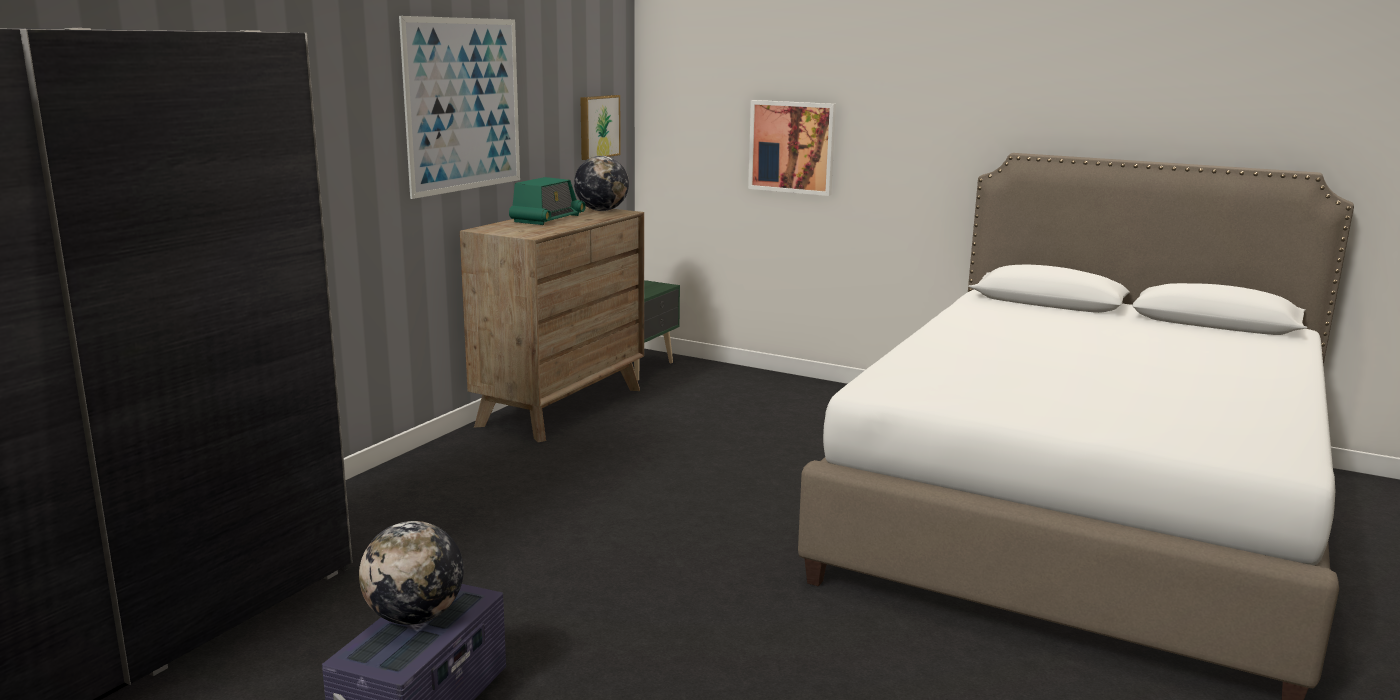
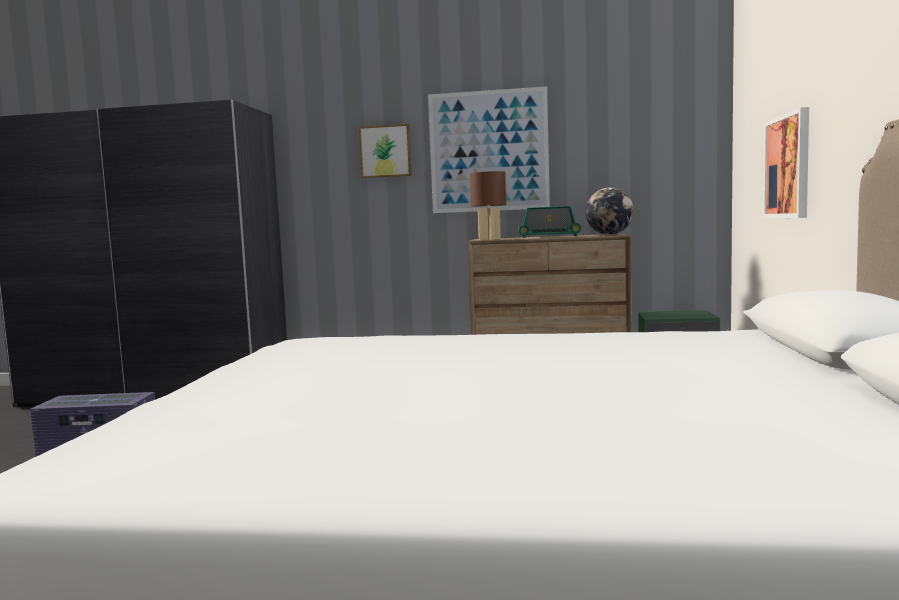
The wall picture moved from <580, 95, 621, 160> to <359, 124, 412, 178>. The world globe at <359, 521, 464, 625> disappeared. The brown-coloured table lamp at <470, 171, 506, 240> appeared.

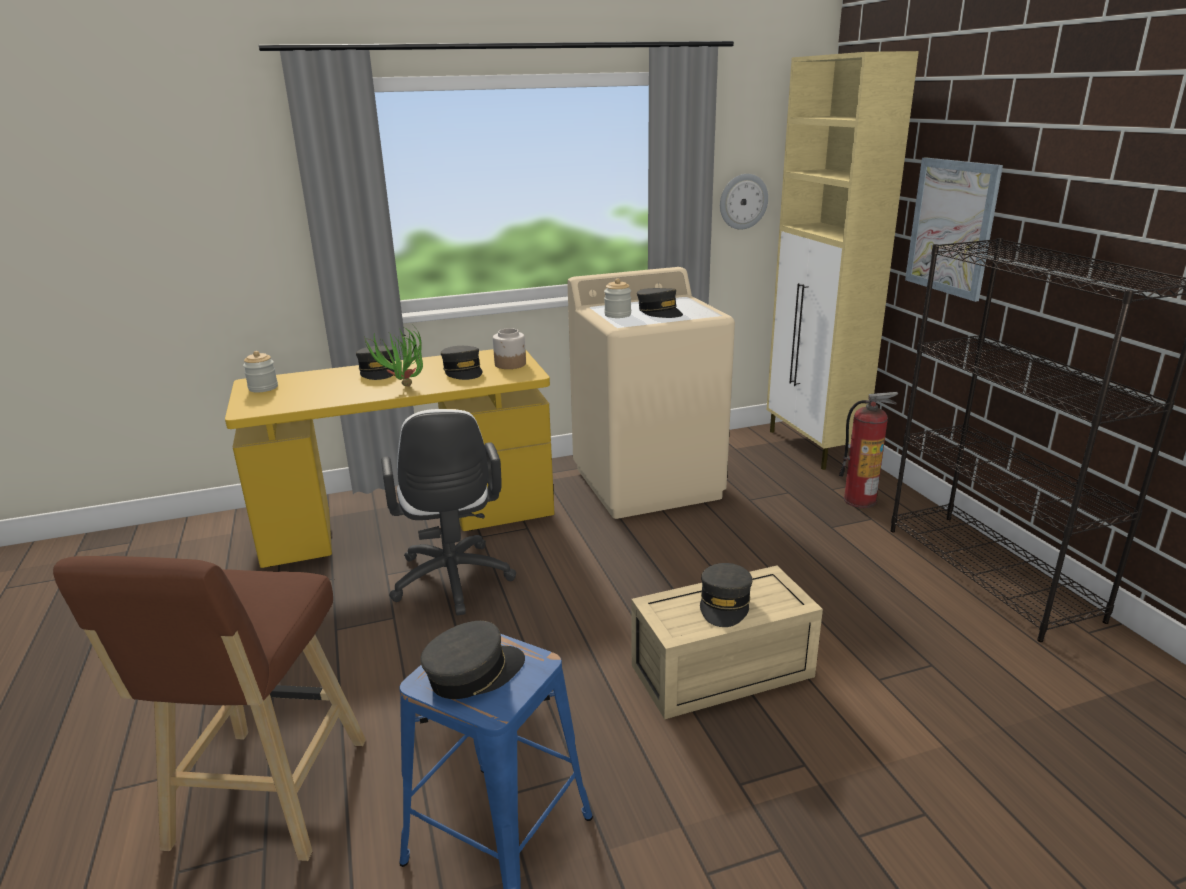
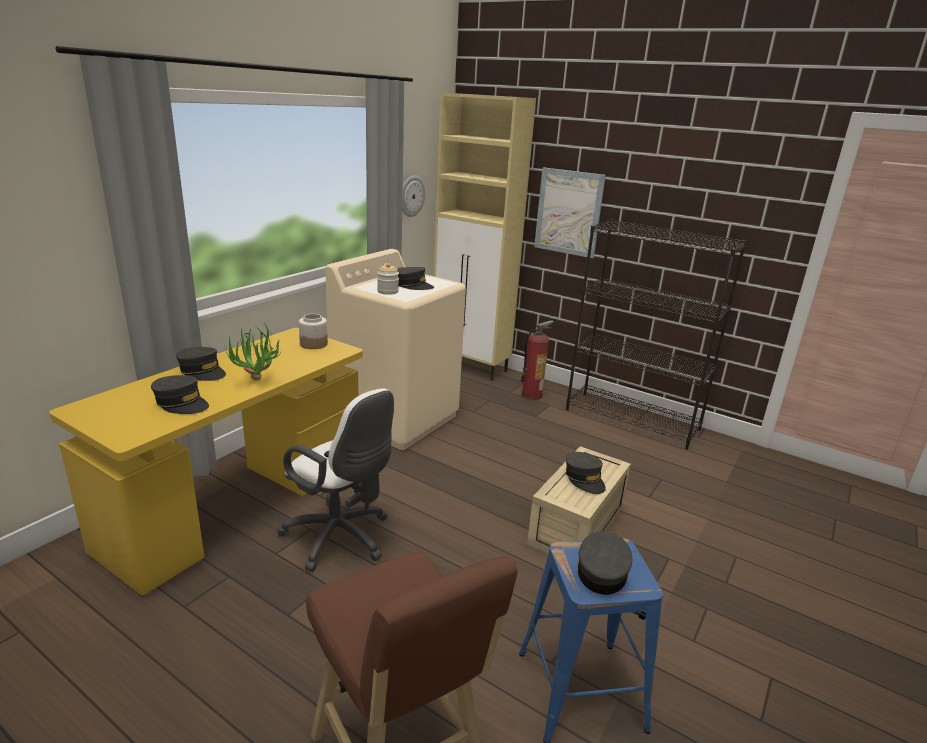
The greyish cap moved from <441, 346, 482, 380> to <151, 375, 209, 414>. The preserve jar at <243, 351, 278, 392> disappeared.

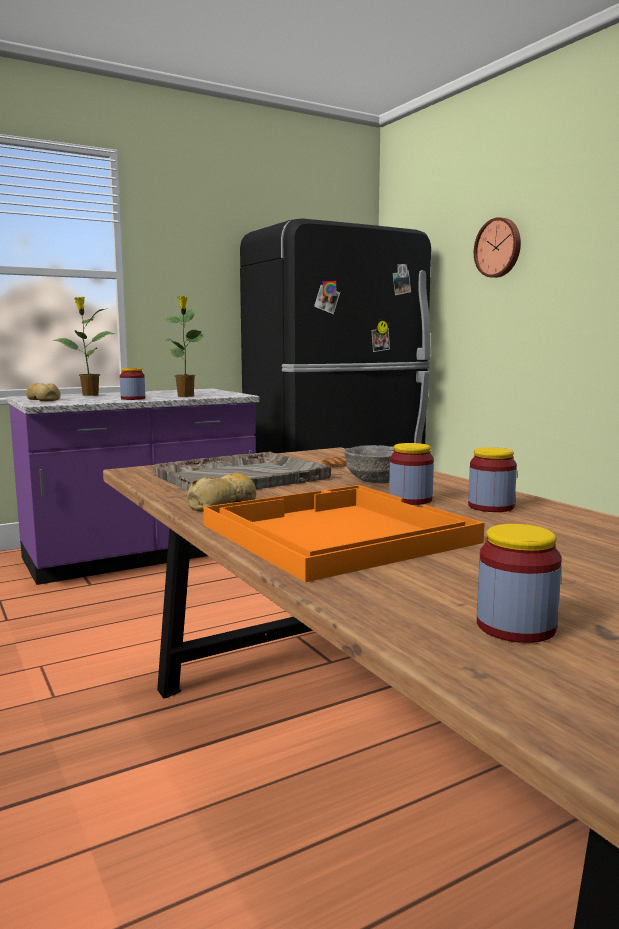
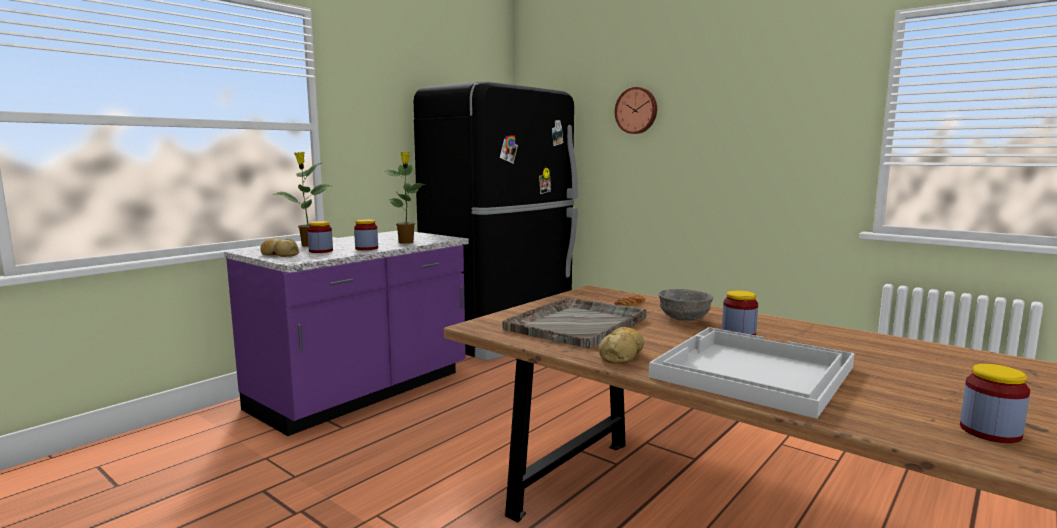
The preserve jar moved from <468, 447, 517, 512> to <308, 221, 333, 253>. The orange serving tray at <203, 485, 485, 582> became the white serving tray at <649, 327, 854, 419>.

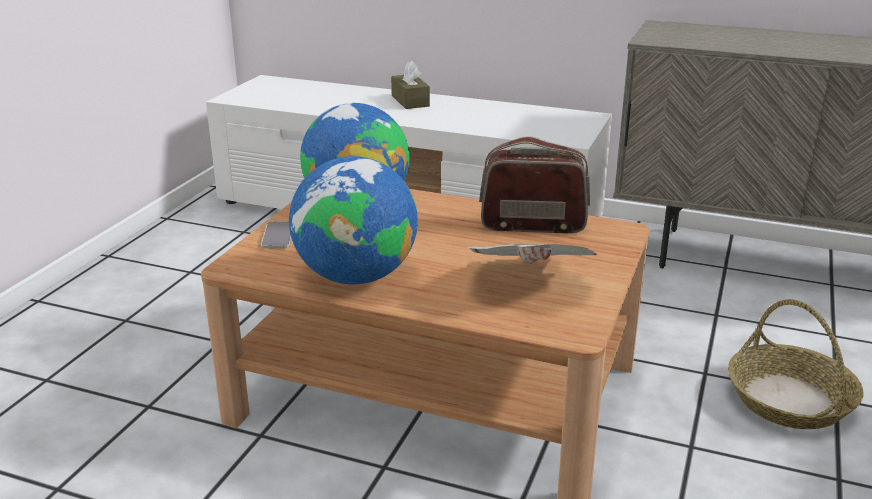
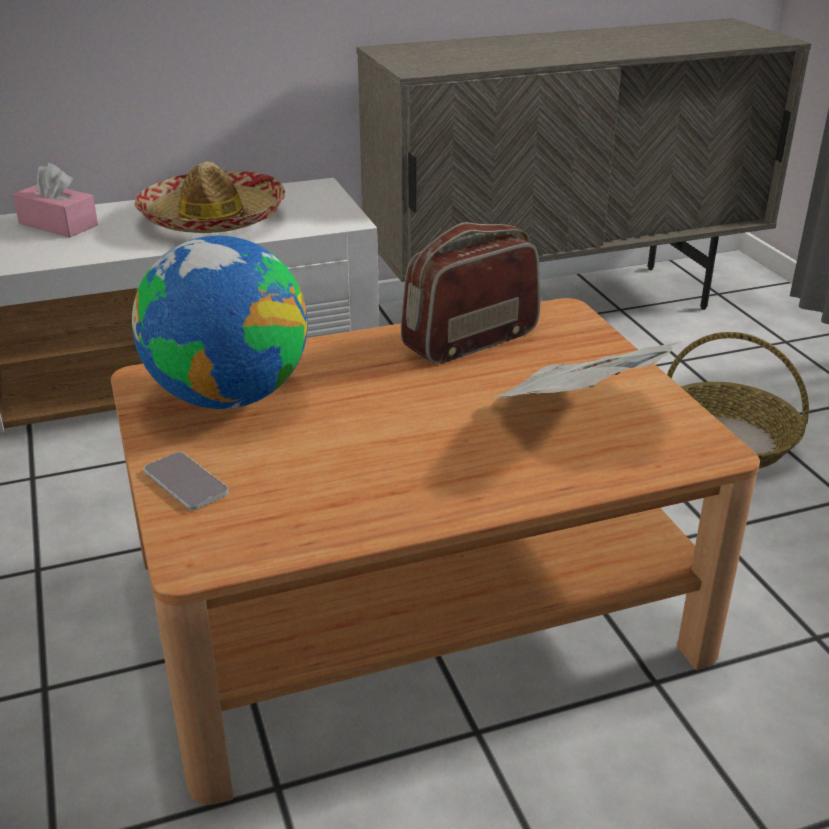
The brown-coloured box of tissues at <391, 61, 430, 109> became the pink box of tissues at <13, 163, 98, 237>. The world globe at <289, 156, 418, 284> disappeared. The wearable hat at <135, 162, 285, 233> appeared.

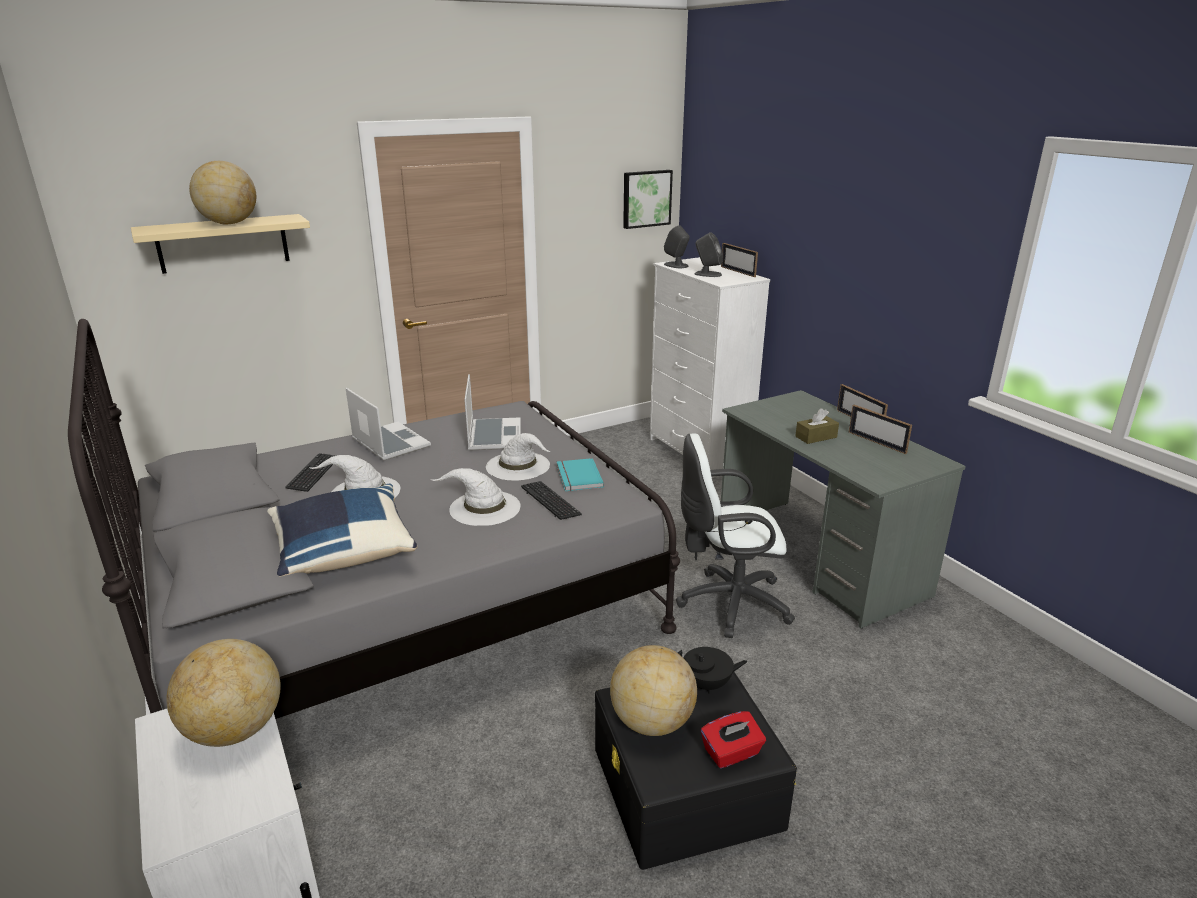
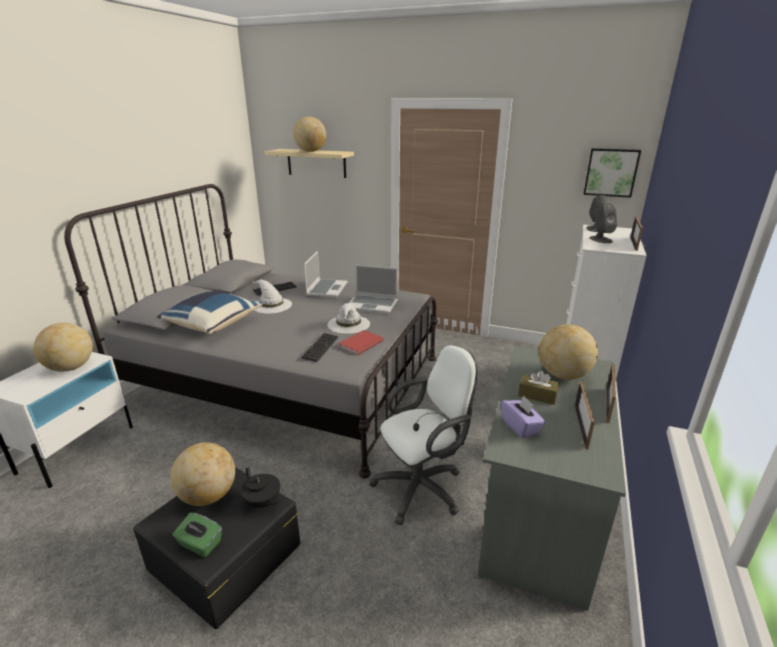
The notebook computer at <464, 374, 521, 450> turned 60 degrees clockwise. The white computer chair at <676, 433, 795, 638> turned 105 degrees clockwise. The turquoise-coloured bound book at <557, 458, 604, 491> became the reddish bound book at <338, 330, 384, 355>. The white wearable hat at <430, 468, 520, 526> disappeared. The reddish box of tissues at <701, 711, 766, 768> became the green-coloured box of tissues at <172, 513, 222, 557>. The world globe at <539, 324, 598, 380> appeared. The purplish box of tissues at <501, 395, 546, 438> appeared.

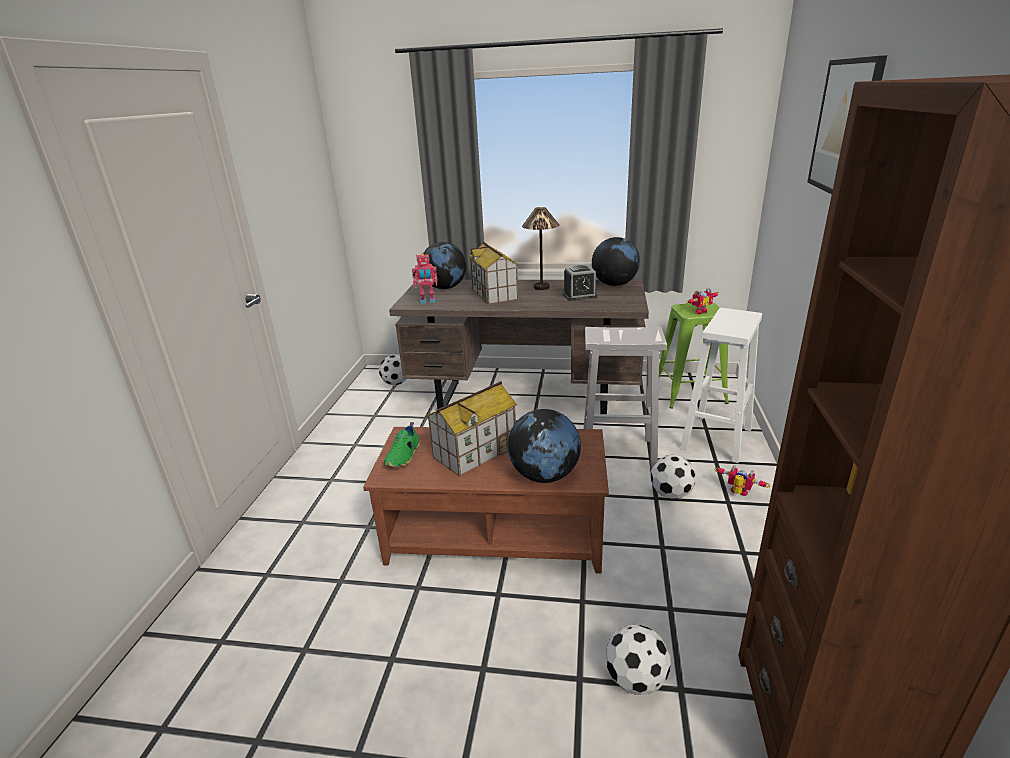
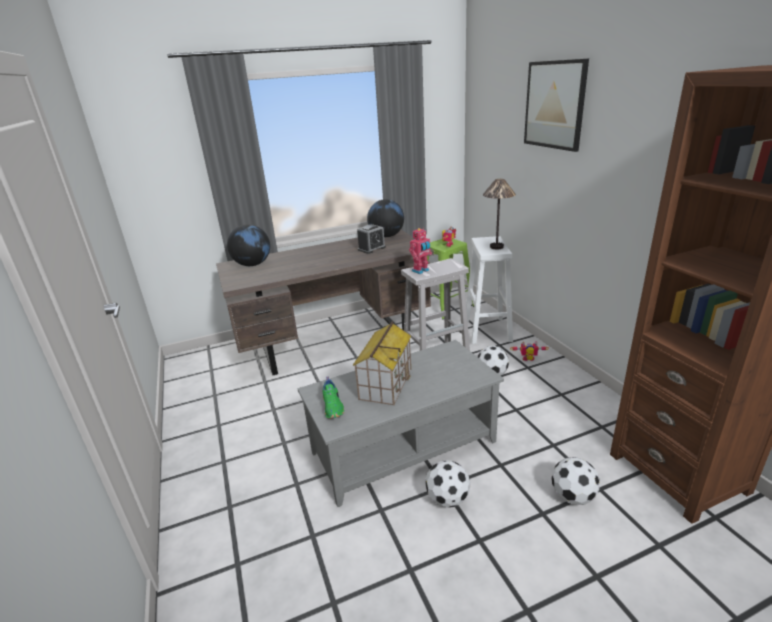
The table lamp moved from <522, 207, 559, 290> to <483, 179, 516, 249>. The toy house at <469, 242, 519, 305> disappeared. The model robot moved from <412, 253, 438, 304> to <409, 228, 432, 274>. The ball for football moved from <379, 355, 407, 385> to <425, 460, 470, 508>. The world globe at <508, 409, 581, 483> disappeared. The brown-coloured lounge table at <363, 427, 609, 574> became the greyish lounge table at <298, 340, 504, 507>.

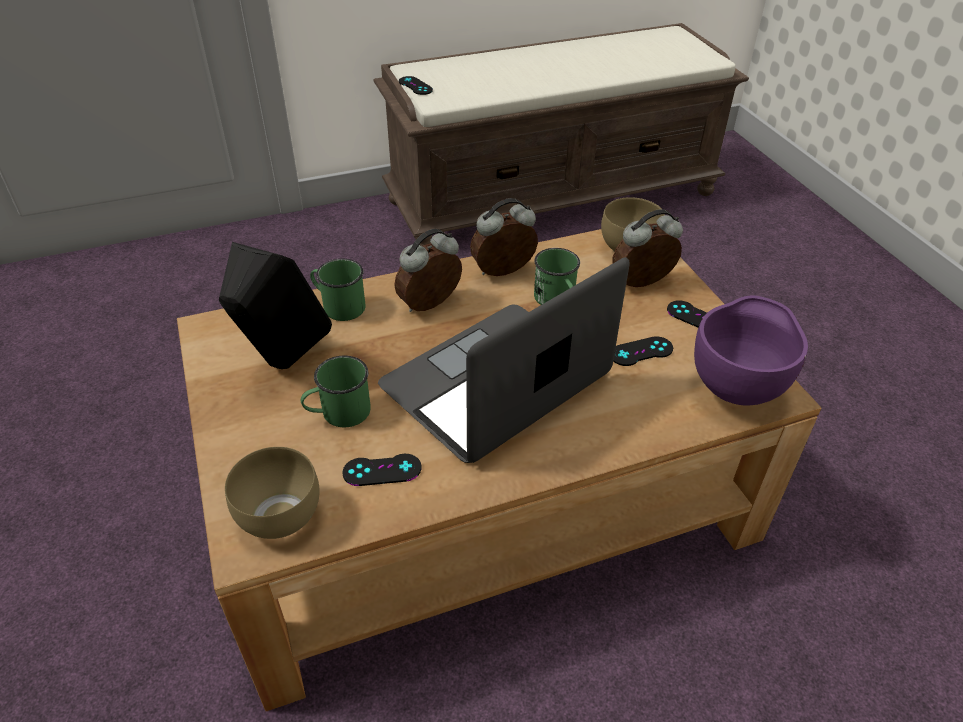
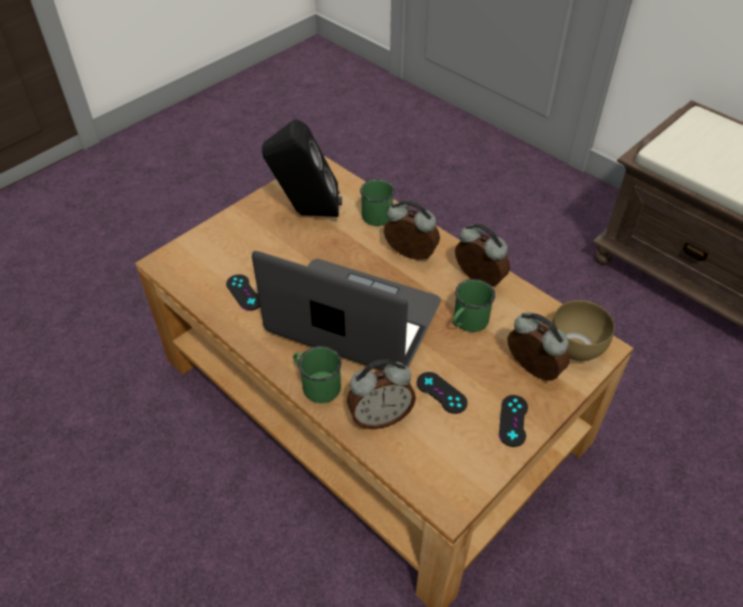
The black-coloured game controller at <399, 76, 433, 95> disappeared. The purplish bowl at <694, 295, 808, 406> disappeared. The green-coloured tea mug moved from <300, 356, 371, 427> to <293, 346, 342, 403>. The brown-coloured bowl at <225, 447, 320, 539> disappeared. The alarm clock at <347, 359, 416, 429> appeared.

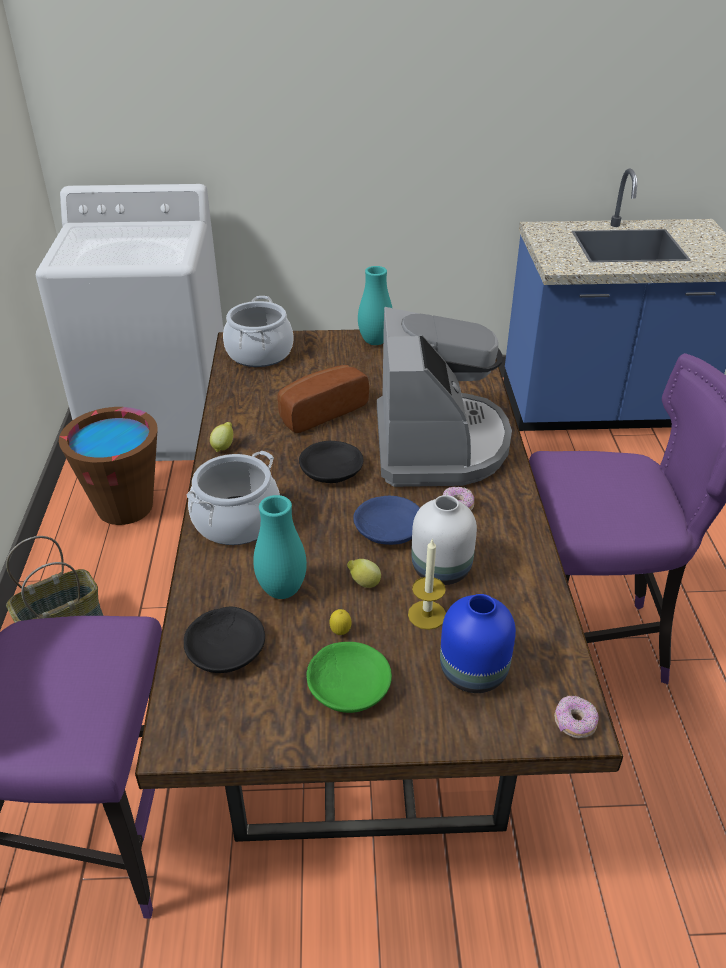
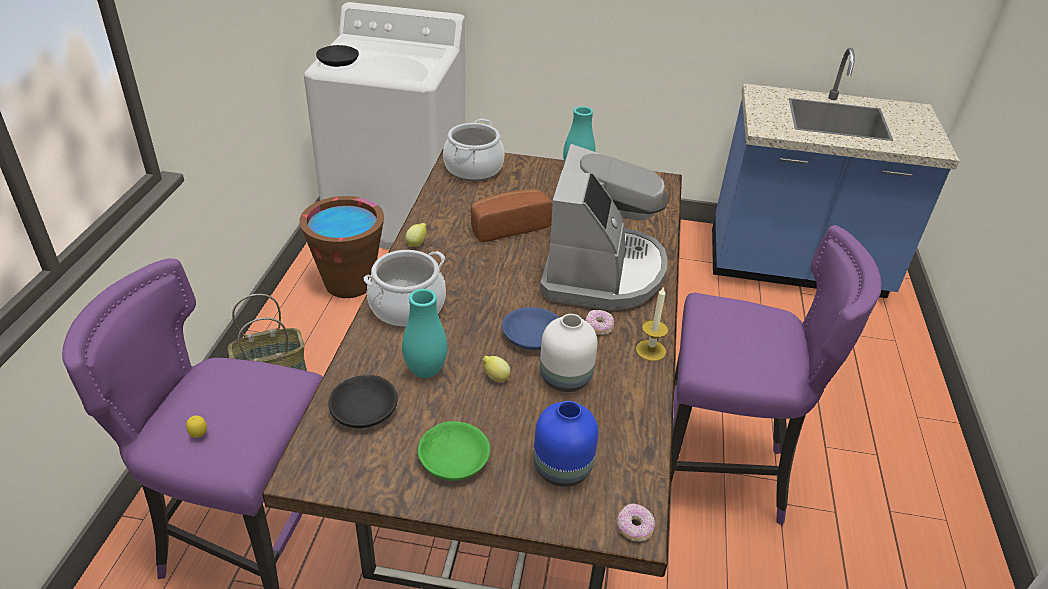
The black-coloured bowl moved from <299, 441, 364, 483> to <316, 45, 359, 67>. The candle moved from <408, 538, 446, 630> to <636, 286, 669, 361>. The whole lemon moved from <330, 609, 352, 635> to <186, 415, 207, 438>.

